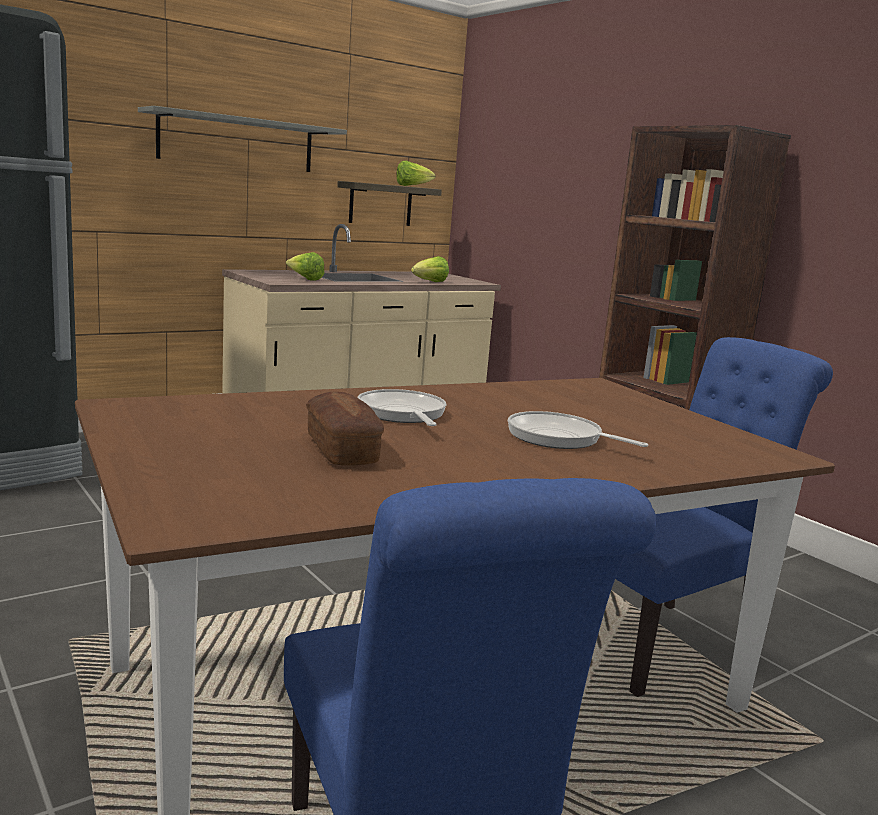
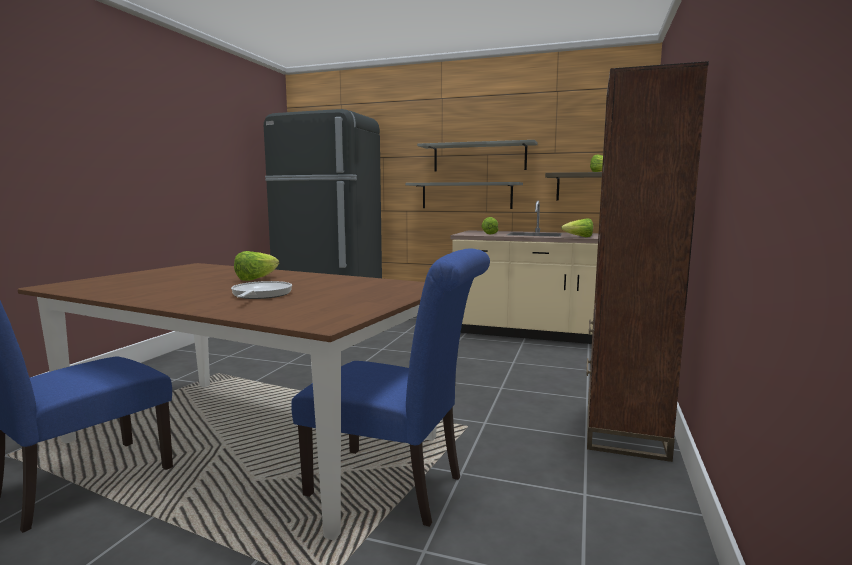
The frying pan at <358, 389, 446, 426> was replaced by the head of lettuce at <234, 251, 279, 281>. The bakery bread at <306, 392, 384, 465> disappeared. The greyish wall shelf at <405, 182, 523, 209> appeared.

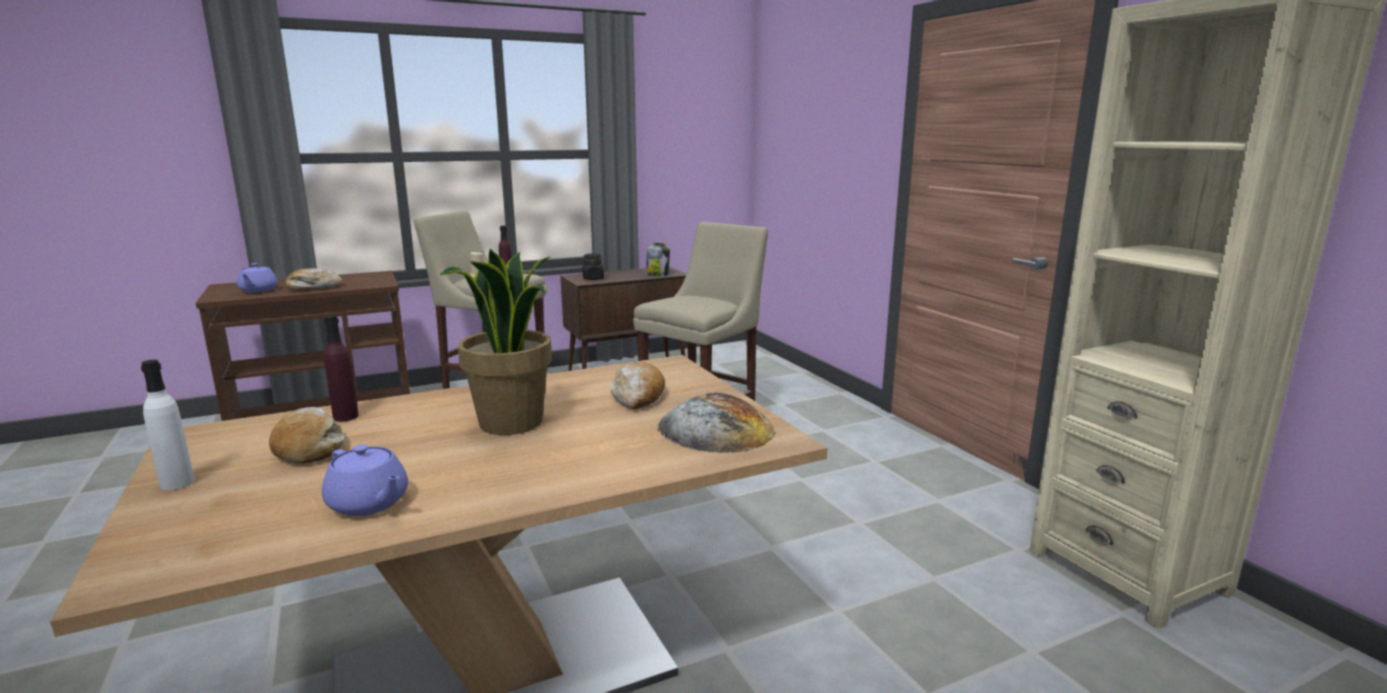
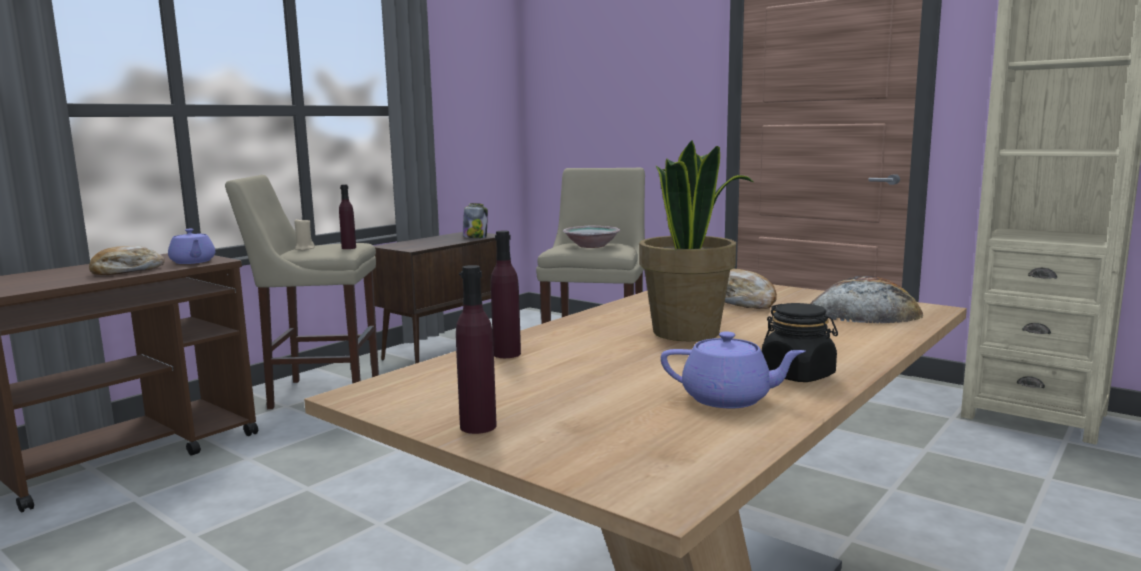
The black-coloured preserve jar moved from <582, 253, 604, 280> to <762, 303, 838, 382>. The purplish teapot moved from <237, 263, 278, 293> to <168, 229, 215, 264>. The white bottle at <141, 360, 195, 490> became the purplish bottle at <456, 265, 497, 434>. The bakery bread at <269, 407, 345, 463> disappeared. The bowl at <563, 226, 620, 248> appeared.

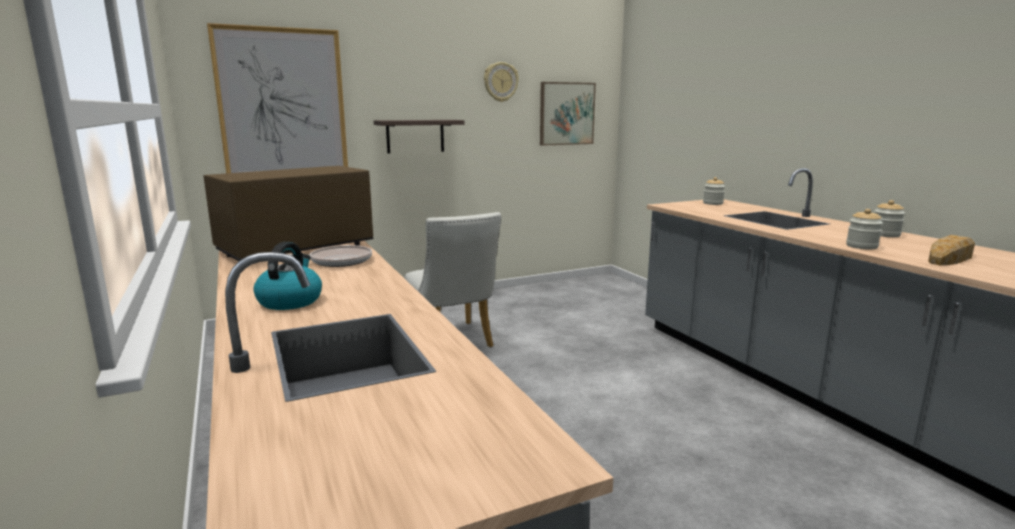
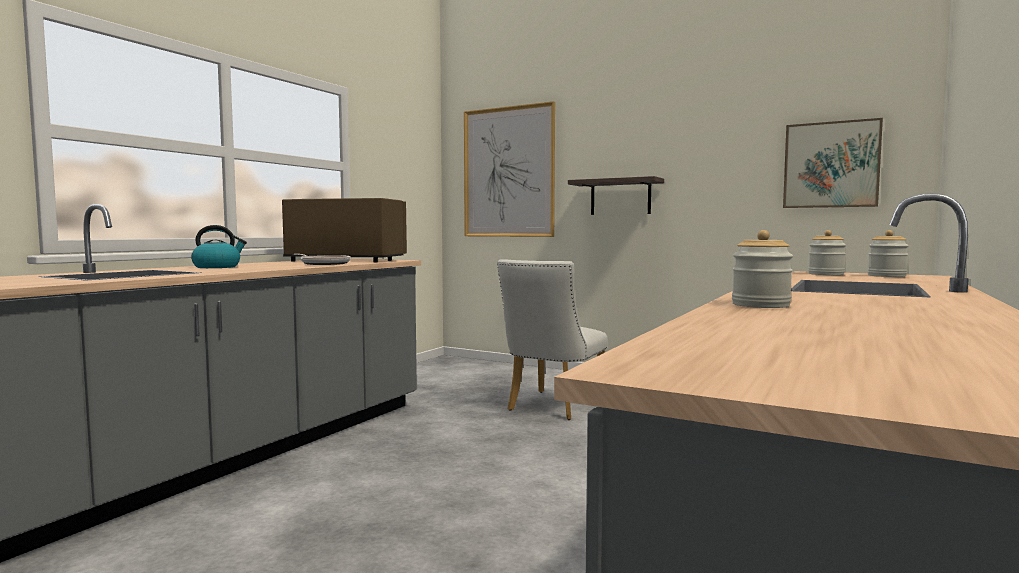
The wall clock at <484, 62, 519, 102> disappeared. The preserve jar moved from <874, 200, 905, 237> to <808, 230, 846, 275>. The bakery bread at <928, 235, 975, 265> disappeared.

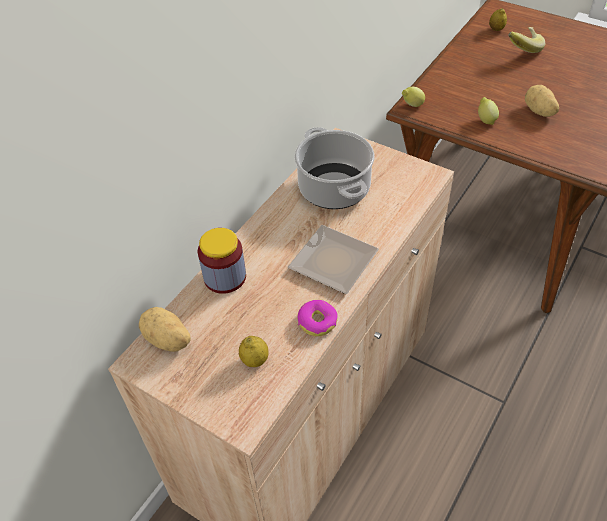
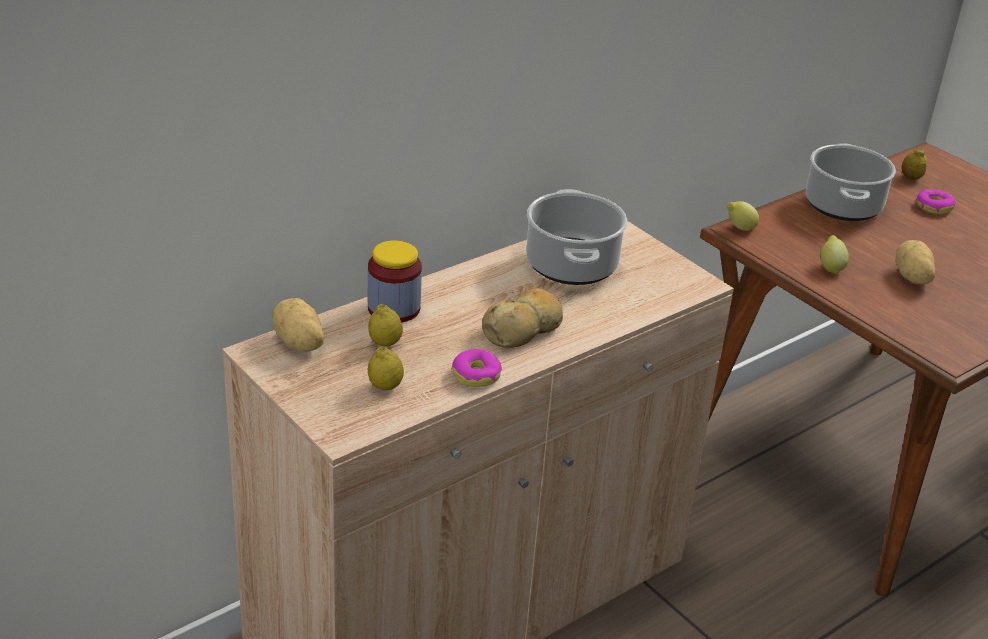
The whole banana at <508, 27, 545, 53> was replaced by the ring doughnut at <916, 189, 955, 214>. The plate at <288, 225, 379, 294> was replaced by the bakery bread at <482, 288, 563, 348>. The stockpot at <806, 143, 896, 221> appeared. The whole lemon at <368, 304, 403, 346> appeared.

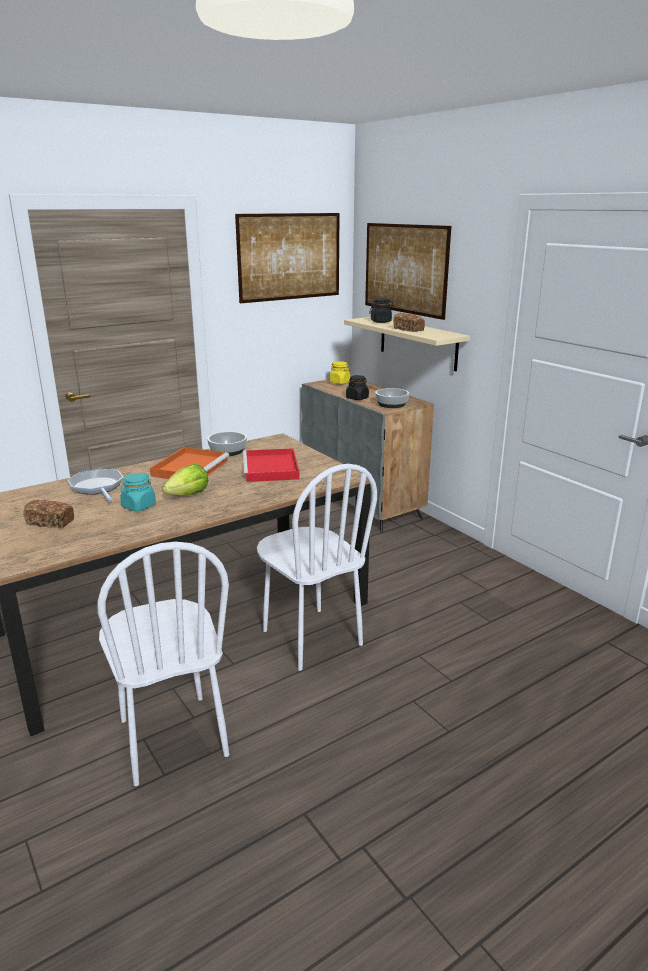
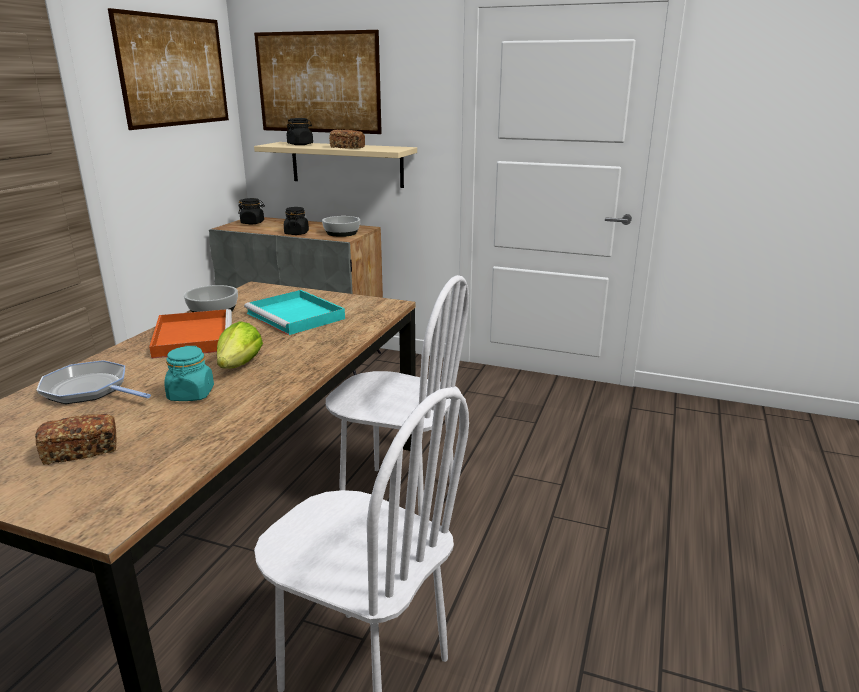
The yellow preserve jar at <330, 362, 351, 384> became the black-coloured preserve jar at <238, 198, 265, 224>. The reddish serving tray at <242, 448, 300, 482> became the turquoise-coloured serving tray at <244, 290, 345, 335>.

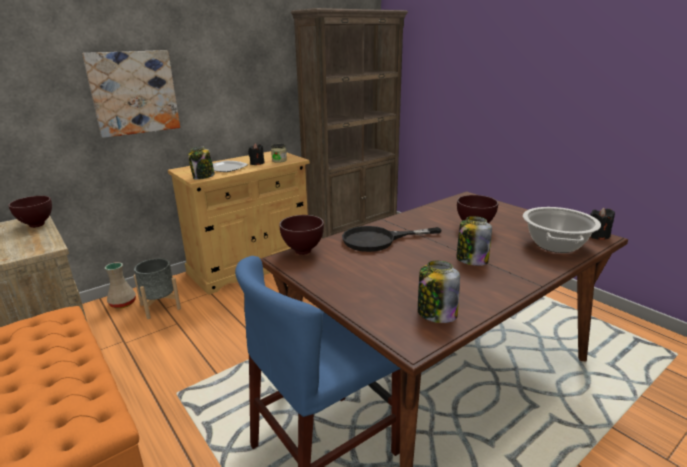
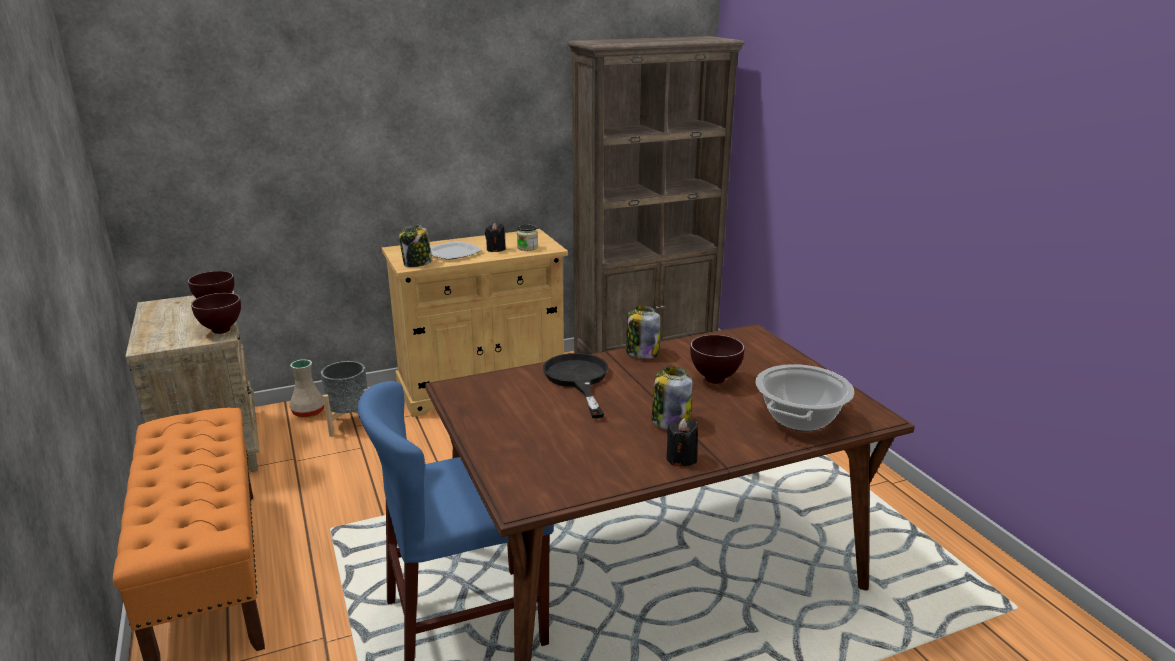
The wall picture at <82, 50, 180, 138> disappeared. The black-coloured candle moved from <590, 208, 615, 240> to <666, 418, 698, 466>. The brown-coloured bowl moved from <279, 215, 324, 255> to <191, 293, 241, 334>. The black-coloured frying pan at <342, 226, 442, 252> turned 75 degrees clockwise. The preserve jar moved from <418, 261, 460, 323> to <626, 306, 660, 359>.

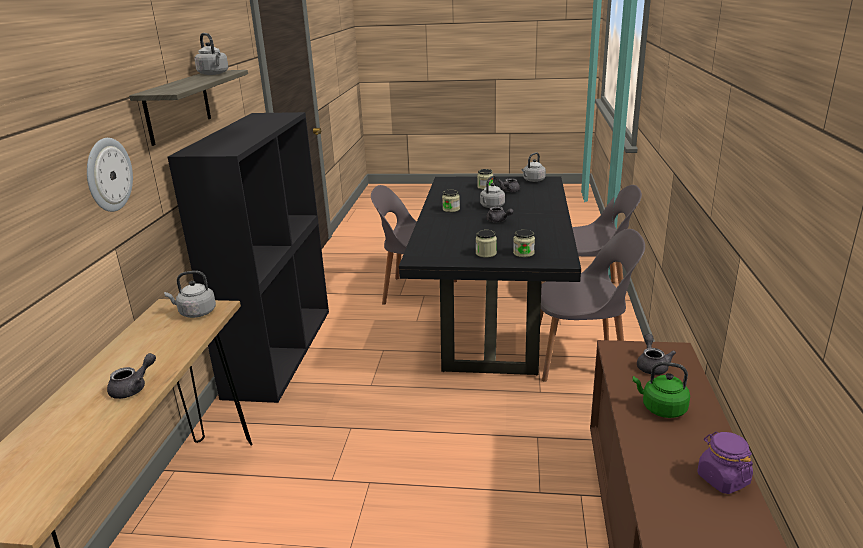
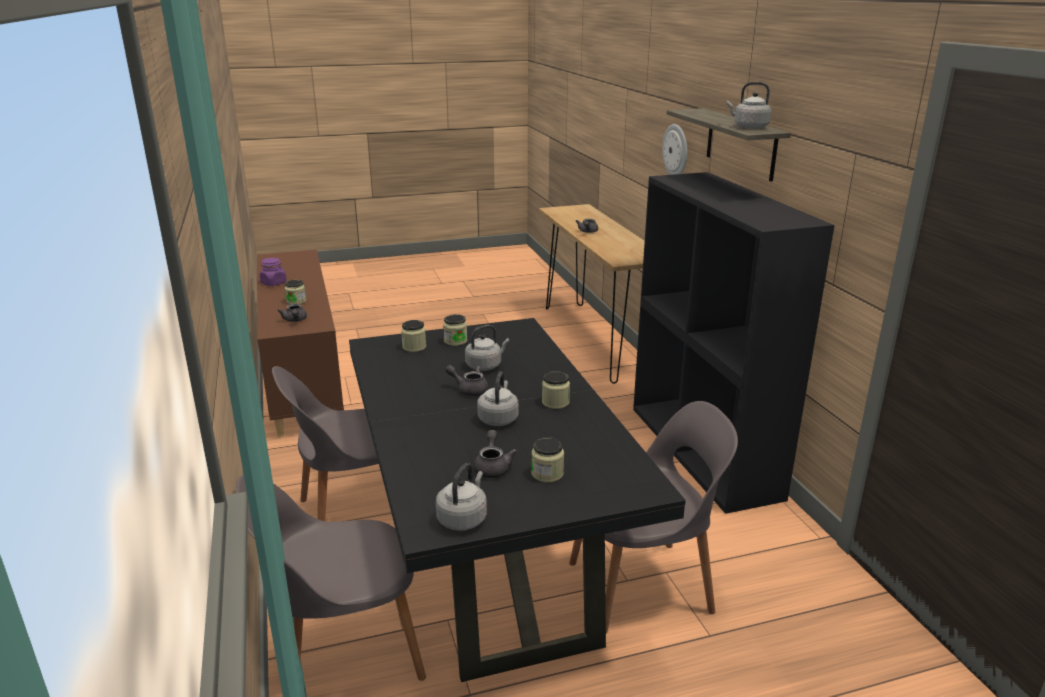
The greyish kettle moved from <164, 271, 216, 318> to <465, 325, 509, 371>. The green-coloured kettle at <633, 362, 690, 418> was replaced by the preserve jar at <285, 280, 306, 304>.

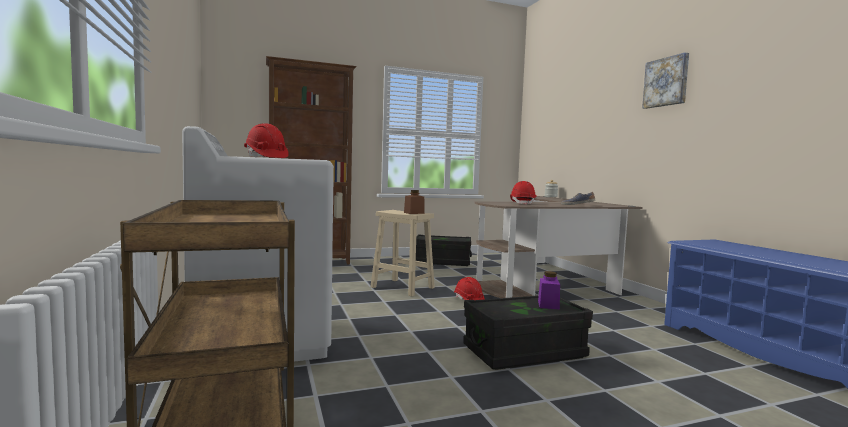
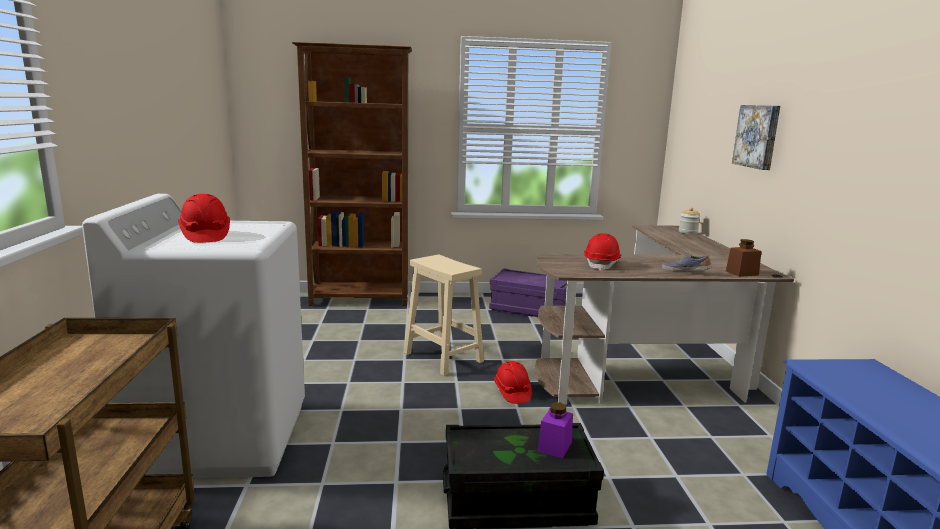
The wall picture moved from <642, 52, 689, 109> to <732, 105, 780, 170>. The brown-coloured preserve jar moved from <404, 190, 425, 214> to <726, 239, 761, 277>. The black-coloured storage bin at <416, 235, 472, 266> became the purplish storage bin at <489, 268, 567, 317>.

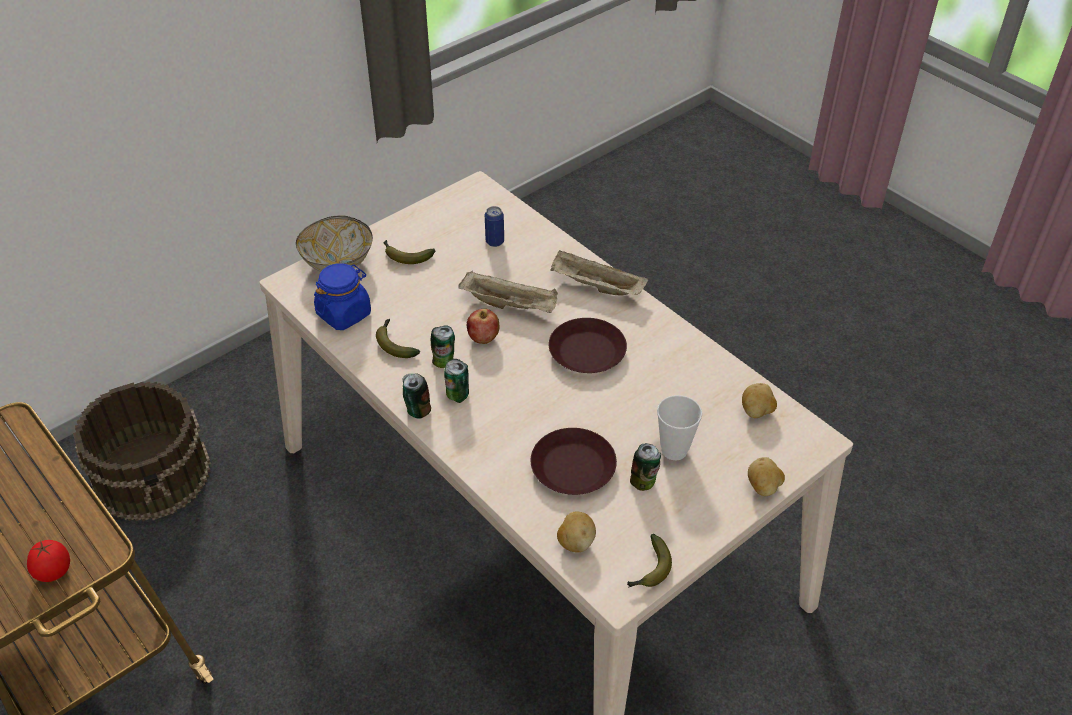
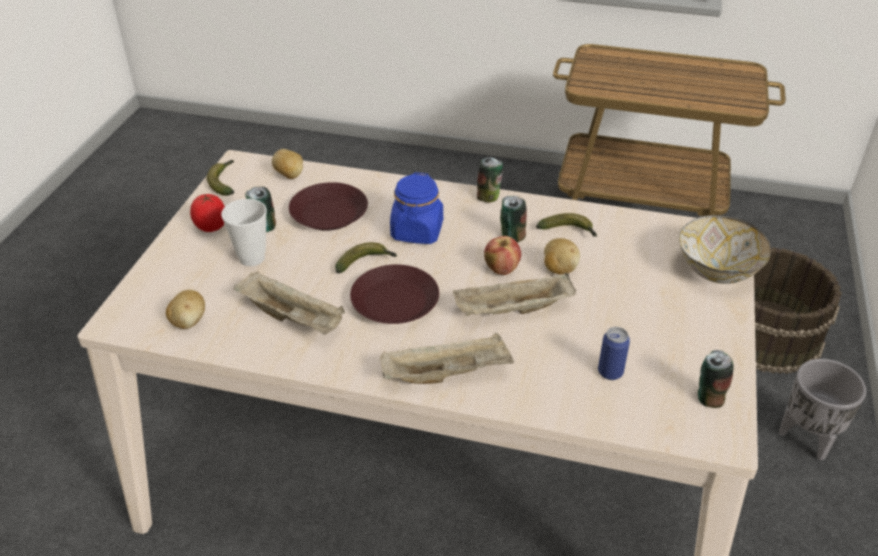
The whole banana moved from <384, 240, 435, 264> to <335, 242, 397, 273>. The blue preserve jar moved from <314, 263, 371, 330> to <390, 172, 443, 244>. The metal can moved from <444, 359, 469, 403> to <698, 350, 733, 408>. The whole potato moved from <748, 457, 785, 496> to <544, 238, 580, 275>. The whole tomato moved from <27, 540, 70, 582> to <190, 194, 225, 232>. The beige serving tray at <234, 271, 345, 335> appeared. The greyish plant pot at <779, 359, 866, 460> appeared.

